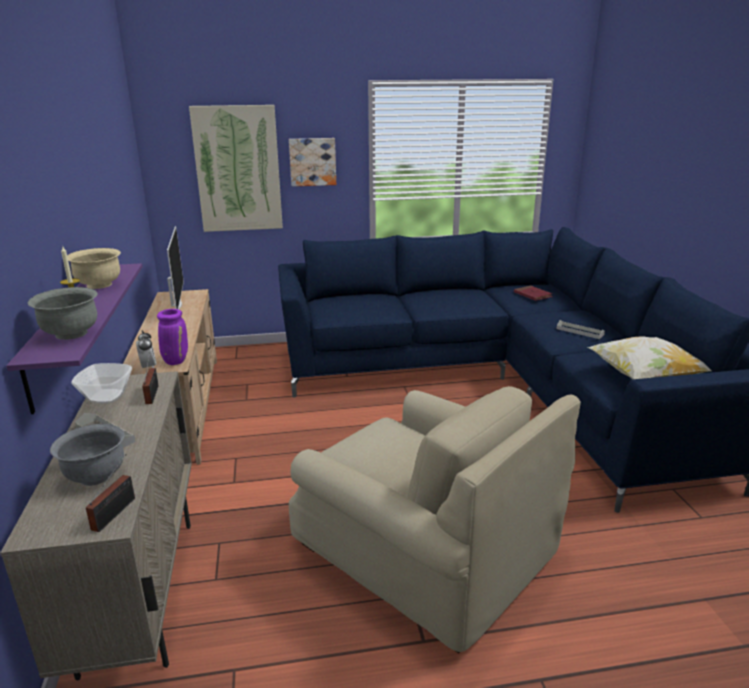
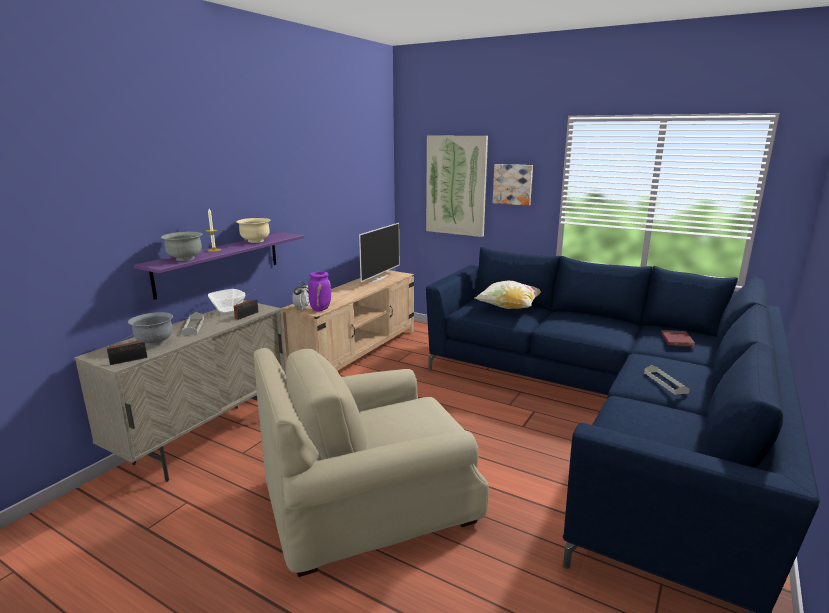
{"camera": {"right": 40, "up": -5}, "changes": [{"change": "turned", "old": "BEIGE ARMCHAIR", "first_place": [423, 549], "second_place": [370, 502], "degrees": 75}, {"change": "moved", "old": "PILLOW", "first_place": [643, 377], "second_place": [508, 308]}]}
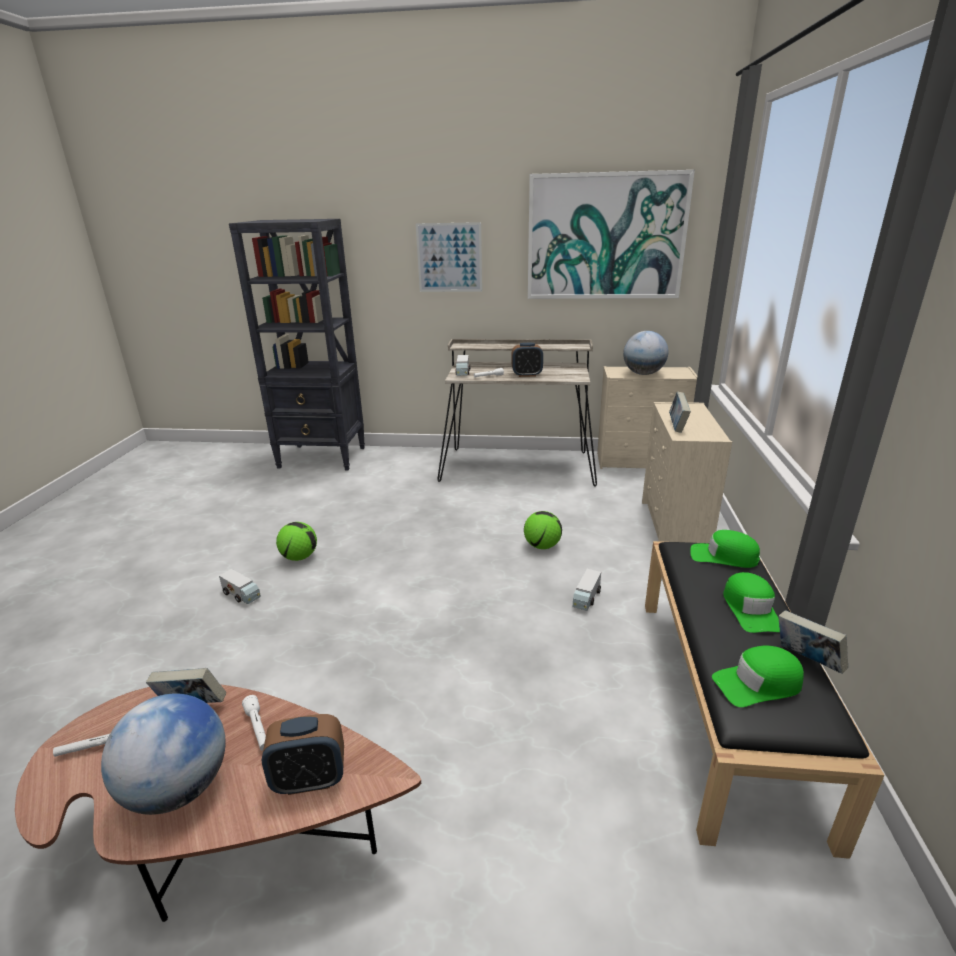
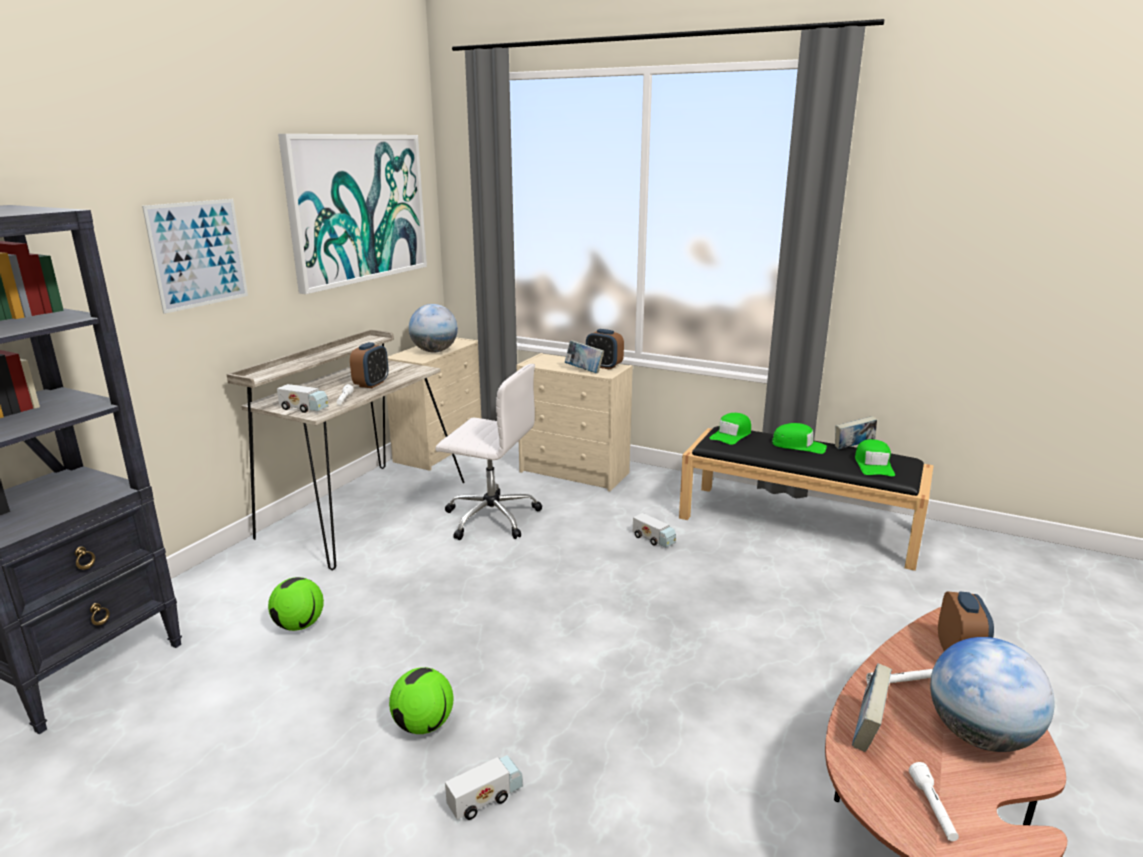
{"camera": {"right": -70, "up": -5}, "changes": [{"change": "moved", "old": "FOOTBALL", "first_place": [542, 546], "second_place": [299, 625]}, {"change": "added", "new": "WHITE OFFICE CHAIR", "second_place": [490, 517]}, {"change": "added", "new": "ALARM CLOCK", "second_place": [604, 366]}]}
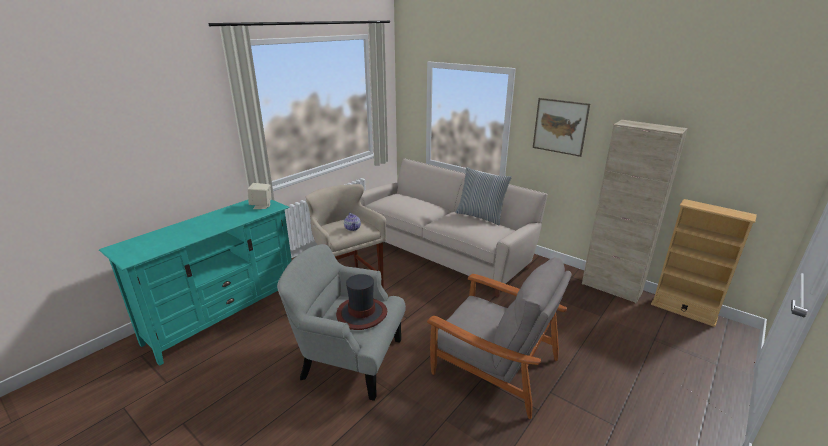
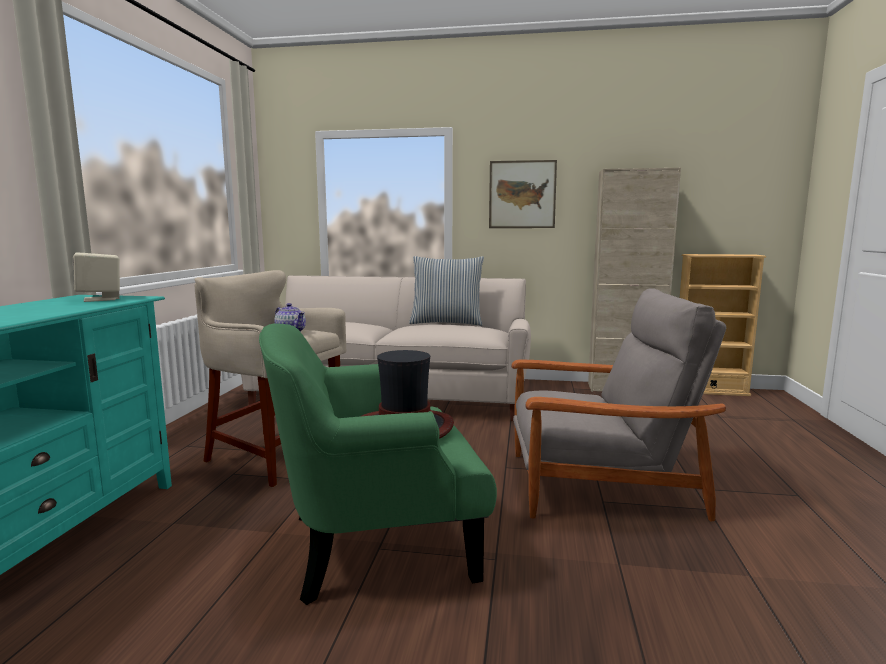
{"camera": {"right": -30, "up": -15}, "changes": [{"change": "recoloured", "old": "GREY ARMCHAIR", "new": "GREEN ARMCHAIR", "first_place": [349, 359], "second_place": [375, 543]}]}
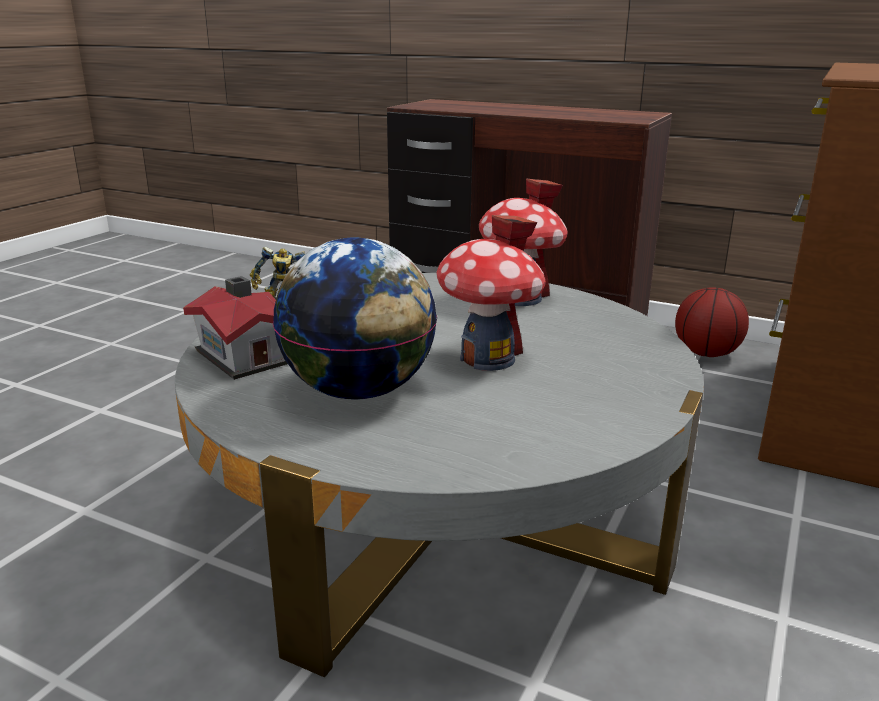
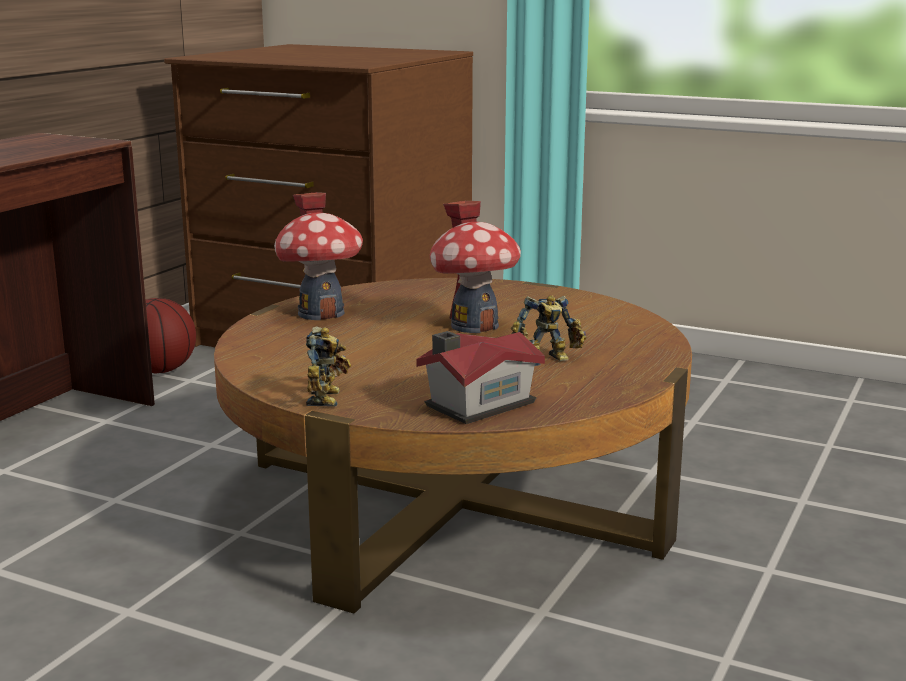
{"camera": {"right": -90, "up": -5}, "changes": [{"change": "recoloured", "old": "GREY COFFEE TABLE", "new": "BROWN COFFEE TABLE", "first_place": [438, 510], "second_place": [452, 501]}, {"change": "replaced", "old": "GLOBE", "new": "TOY ROBOT", "first_place": [358, 391], "second_place": [548, 360]}]}
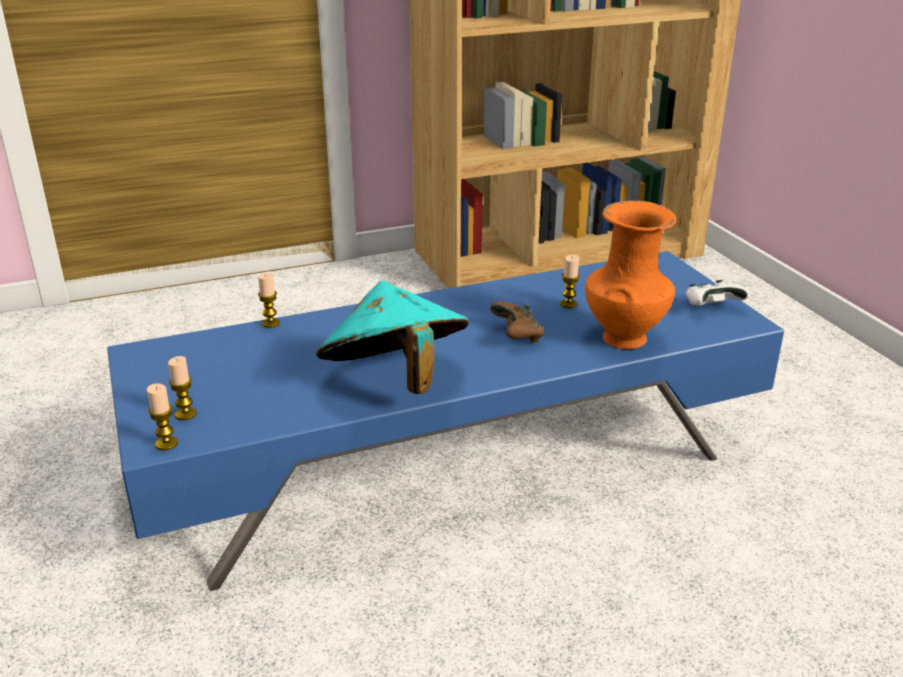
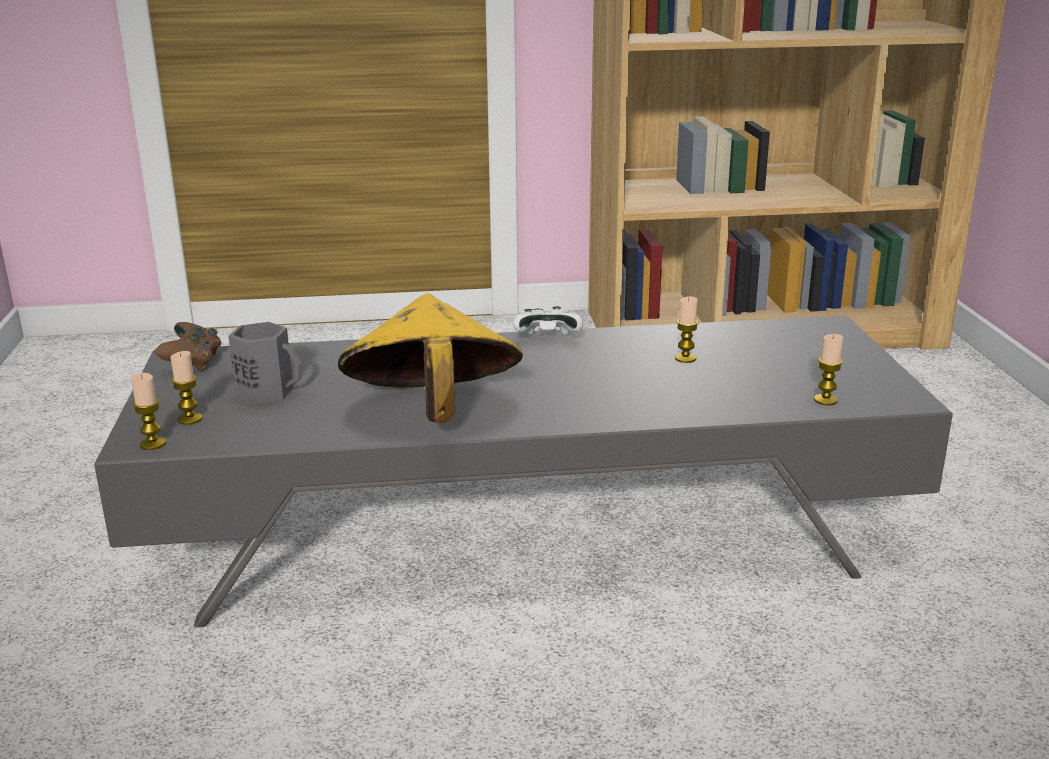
{"camera": {"right": 15, "up": -5}, "changes": [{"change": "recoloured", "old": "BLUE COFFEE TABLE", "new": "GREY COFFEE TABLE", "first_place": [452, 457], "second_place": [527, 531]}, {"change": "moved", "old": "BROWN GAME CONTROLLER", "first_place": [517, 336], "second_place": [193, 362]}, {"change": "added", "new": "GREY MUG", "second_place": [268, 391]}, {"change": "recoloured", "old": "TURQUOISE HAT", "new": "YELLOW HAT", "first_place": [394, 381], "second_place": [432, 413]}, {"change": "moved", "old": "WHITE GAME CONTROLLER", "first_place": [712, 308], "second_place": [548, 339]}, {"change": "moved", "old": "CANDLE", "first_place": [270, 323], "second_place": [825, 400]}, {"change": "removed", "old": "ORANGE VASE", "first_place": [624, 337]}]}
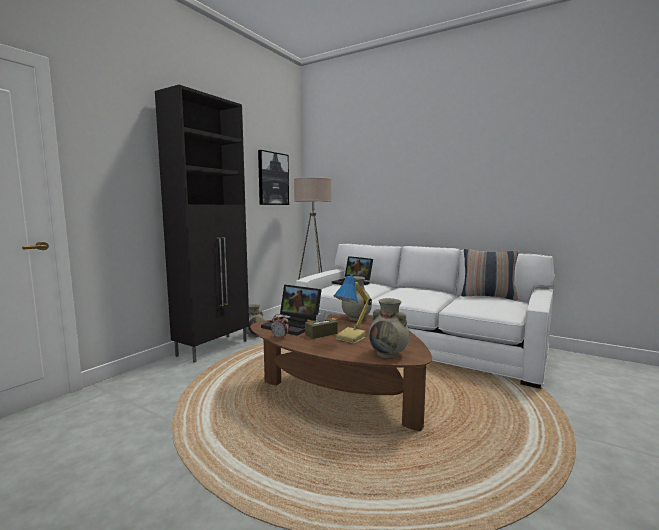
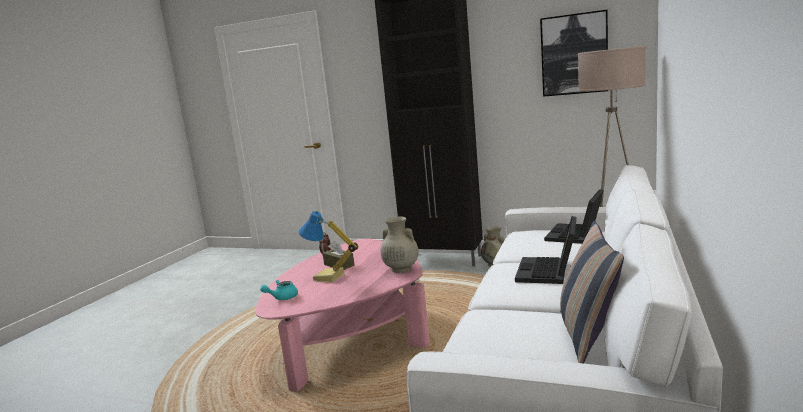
{"camera": {"right": 80, "up": 5}, "changes": [{"change": "recoloured", "old": "BROWN COFFEE TABLE", "new": "PINK COFFEE TABLE", "first_place": [340, 398], "second_place": [353, 339]}, {"change": "replaced", "old": "BEIGE VASE", "new": "TURQUOISE TEAPOT", "first_place": [388, 354], "second_place": [282, 298]}, {"change": "moved", "old": "LAPTOP", "first_place": [293, 325], "second_place": [549, 272]}]}
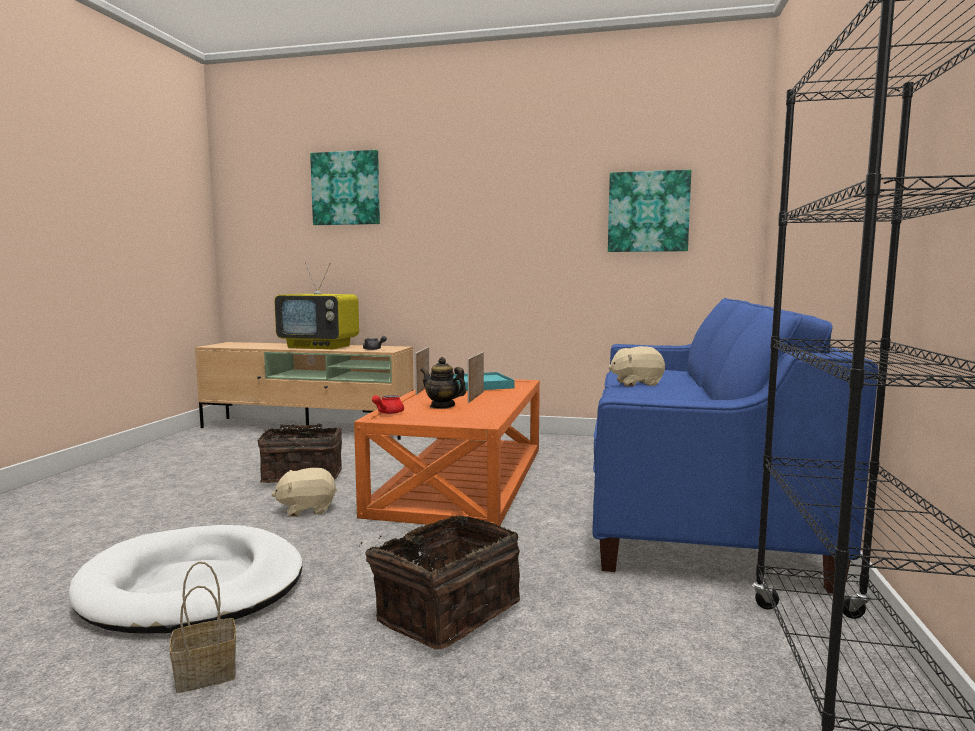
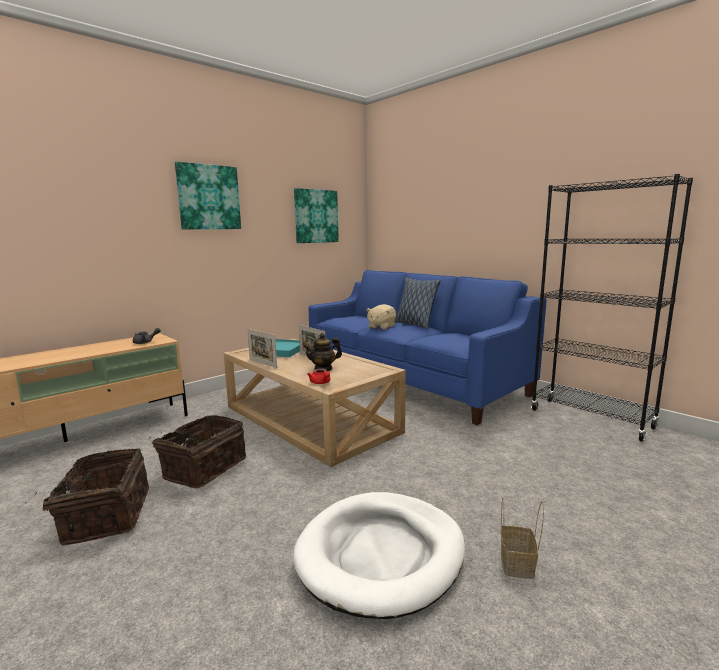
{"camera": {"right": -55, "up": 5}, "changes": [{"change": "moved", "old": "BASKET", "first_place": [445, 611], "second_place": [104, 516]}, {"change": "moved", "old": "PICTURE", "first_place": [346, 188], "second_place": [208, 197]}, {"change": "recoloured", "old": "ORANGE COFFEE TABLE", "new": "BEIGE COFFEE TABLE", "first_place": [464, 479], "second_place": [310, 418]}, {"change": "added", "new": "PILLOW", "second_place": [415, 324]}, {"change": "removed", "old": "BEIGE PLUSH TOY", "first_place": [307, 509]}, {"change": "removed", "old": "TELEVISION", "first_place": [320, 347]}]}
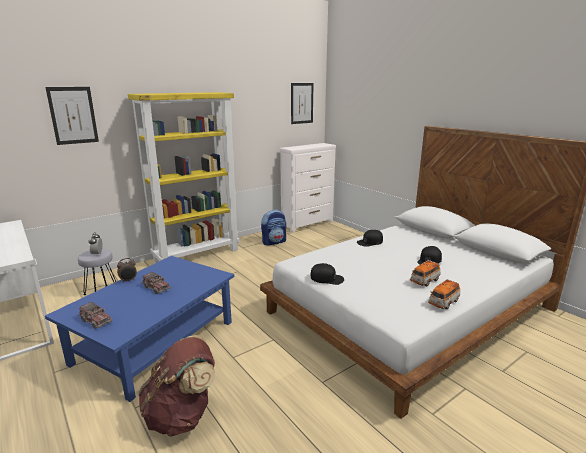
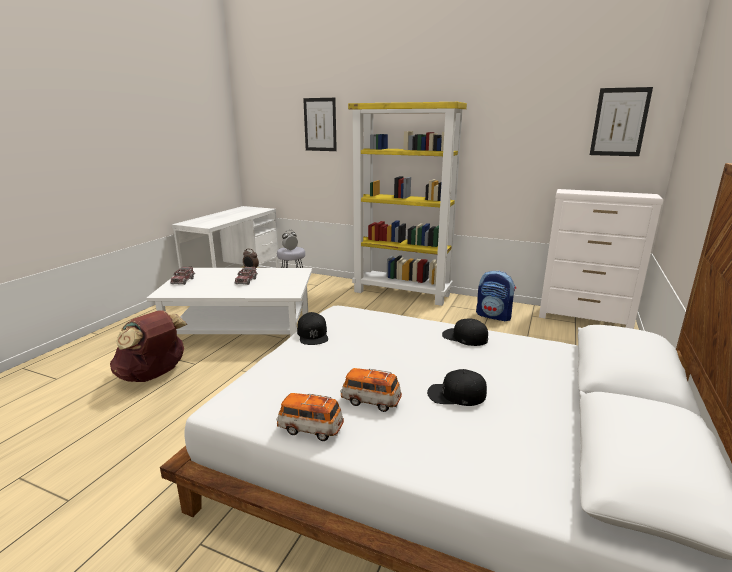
{"camera": {"right": 60, "up": 0}, "changes": [{"change": "recoloured", "old": "BLUE COFFEE TABLE", "new": "WHITE COFFEE TABLE", "first_place": [155, 342], "second_place": [242, 330]}]}
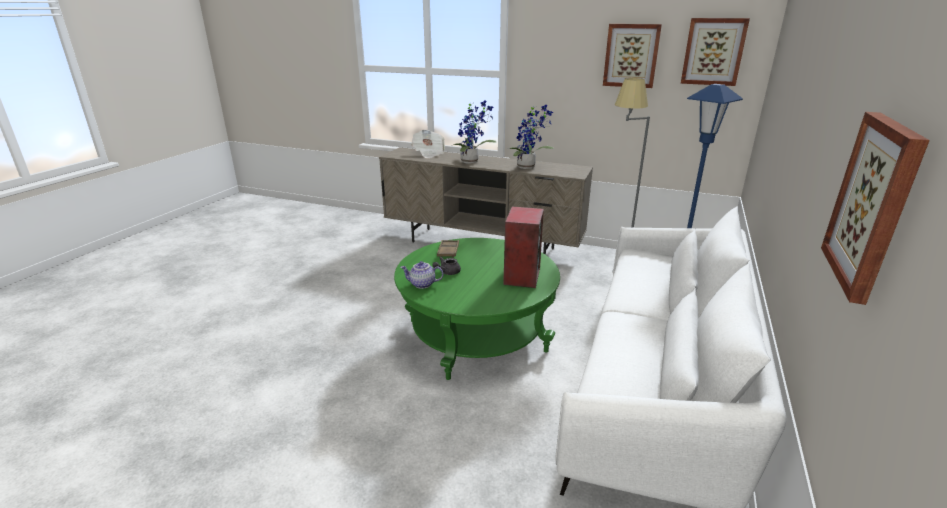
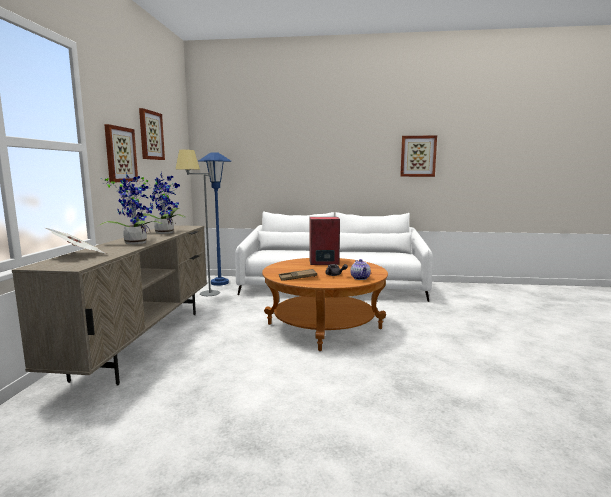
{"camera": {"right": -105, "up": -15}, "changes": [{"change": "moved", "old": "PICTURE", "first_place": [713, 51], "second_place": [120, 154]}, {"change": "recoloured", "old": "GREEN COFFEE TABLE", "new": "BROWN COFFEE TABLE", "first_place": [477, 336], "second_place": [324, 326]}]}
